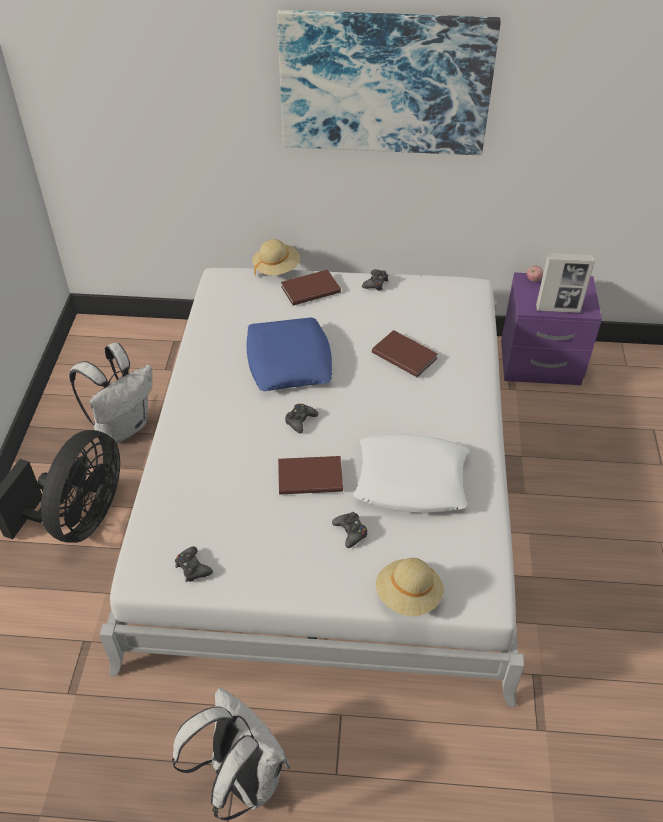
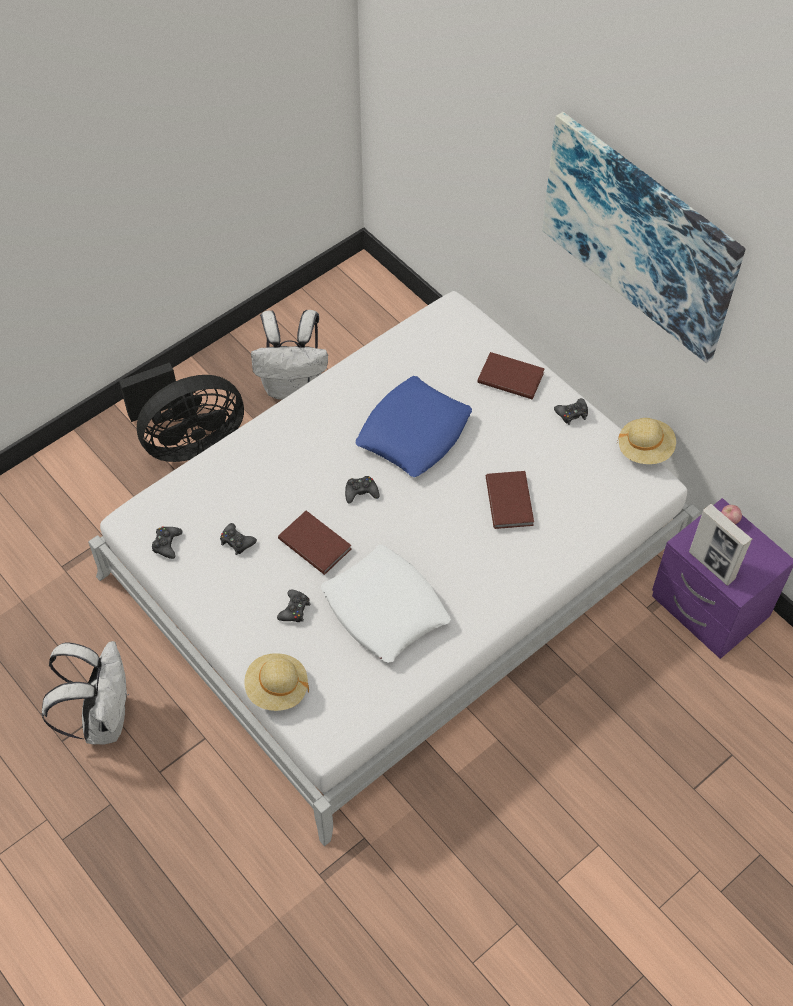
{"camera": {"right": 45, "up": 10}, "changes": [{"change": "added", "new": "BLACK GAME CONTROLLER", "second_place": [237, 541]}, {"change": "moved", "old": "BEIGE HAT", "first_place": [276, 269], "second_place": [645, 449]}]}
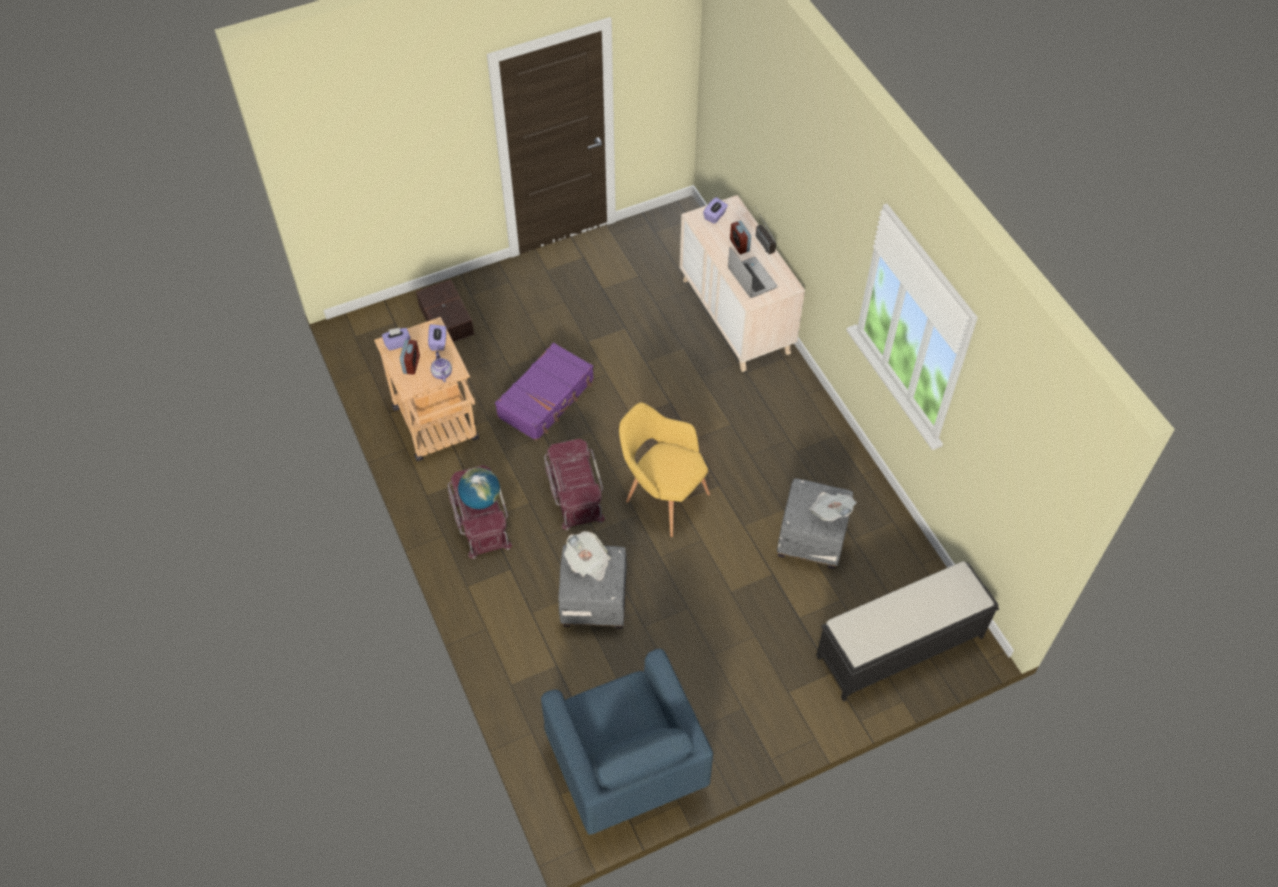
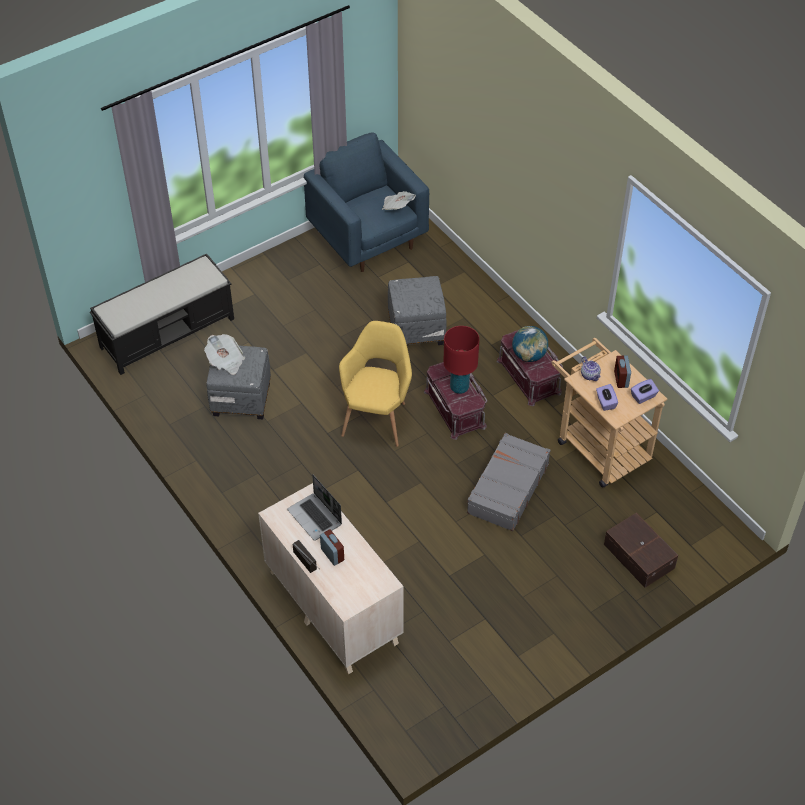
{"camera": {"right": 170, "up": -5}, "changes": [{"change": "turned", "old": "YELLOW ARMCHAIR", "first_place": [662, 496], "second_place": [377, 416], "degrees": -105}, {"change": "moved", "old": "NEWSPAPER", "first_place": [588, 562], "second_place": [398, 206]}, {"change": "added", "new": "RED TABLE LAMP", "second_place": [459, 387]}, {"change": "recoloured", "old": "PURPLE SUITCASE", "new": "GREY SUITCASE", "first_place": [546, 399], "second_place": [507, 488]}, {"change": "removed", "old": "PURPLE TISSUE BOX", "first_place": [715, 216]}]}
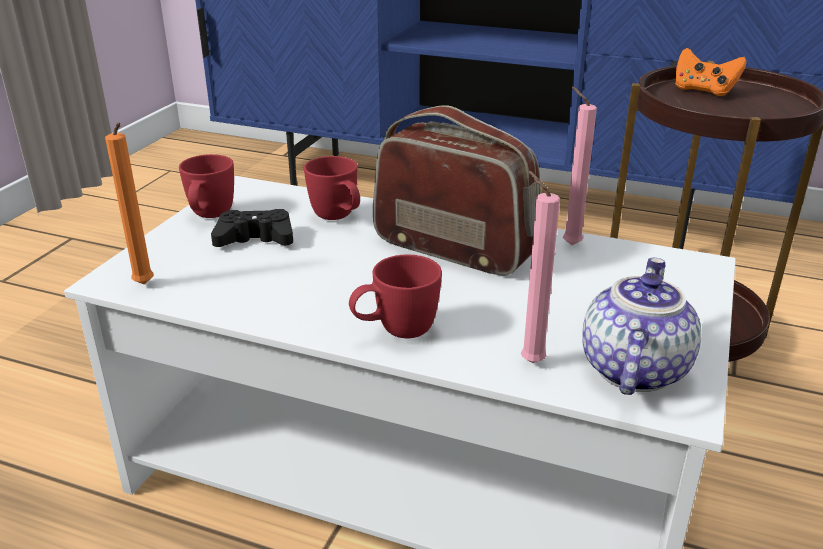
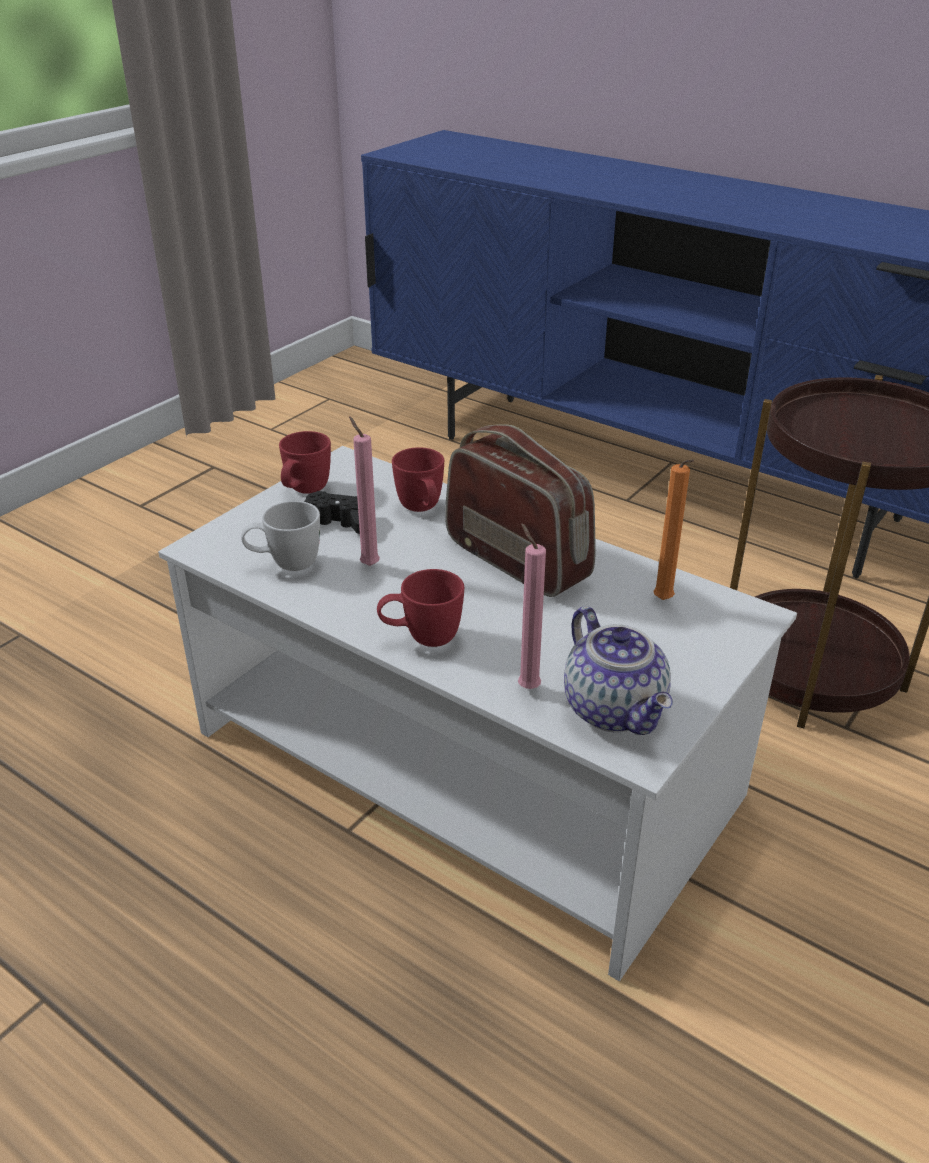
{"camera": {"right": 15, "up": 5}, "changes": [{"change": "added", "new": "WHITE MUG", "second_place": [285, 564]}, {"change": "moved", "old": "PINK CANDLE", "first_place": [568, 244], "second_place": [368, 564]}, {"change": "turned", "old": "TEAPOT", "first_place": [631, 368], "second_place": [616, 710], "degrees": 120}, {"change": "moved", "old": "ORANGE CANDLE", "first_place": [145, 286], "second_place": [664, 602]}, {"change": "removed", "old": "ORANGE GAME CONTROLLER", "first_place": [703, 90]}]}
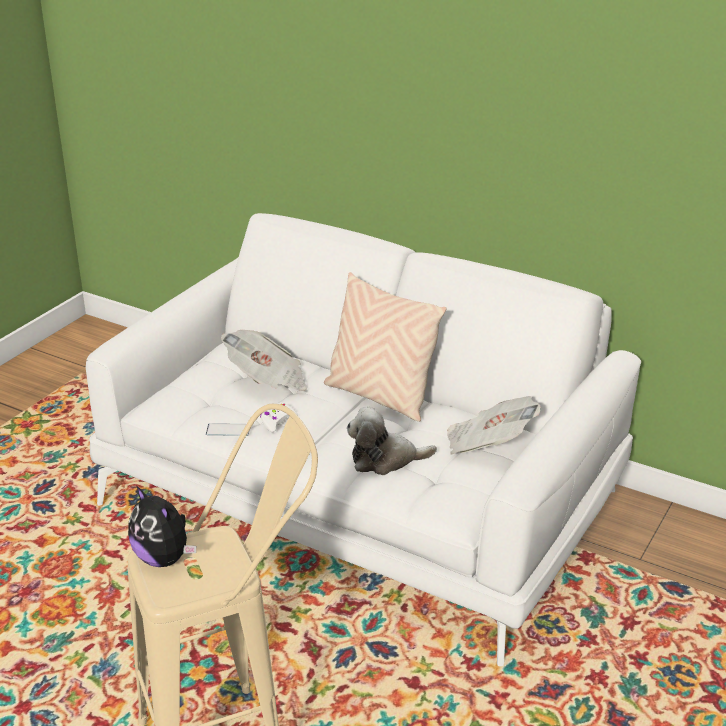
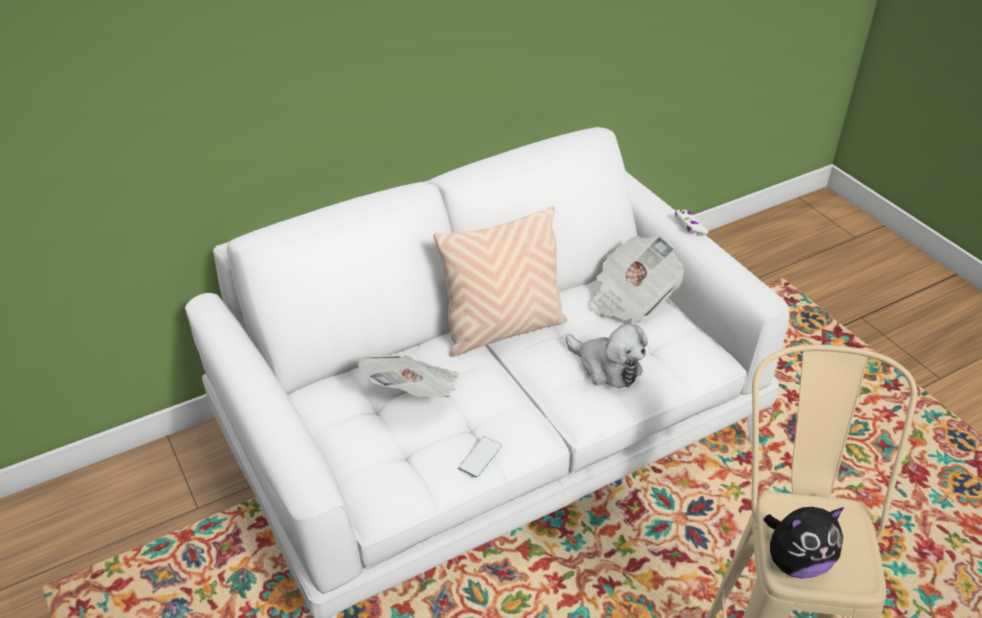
{"camera": {"right": -60, "up": 10}, "changes": [{"change": "turned", "old": "PLUSH TOY", "first_place": [385, 459], "second_place": [607, 367], "degrees": -75}, {"change": "moved", "old": "WHITE GAME CONTROLLER", "first_place": [277, 421], "second_place": [689, 226]}]}
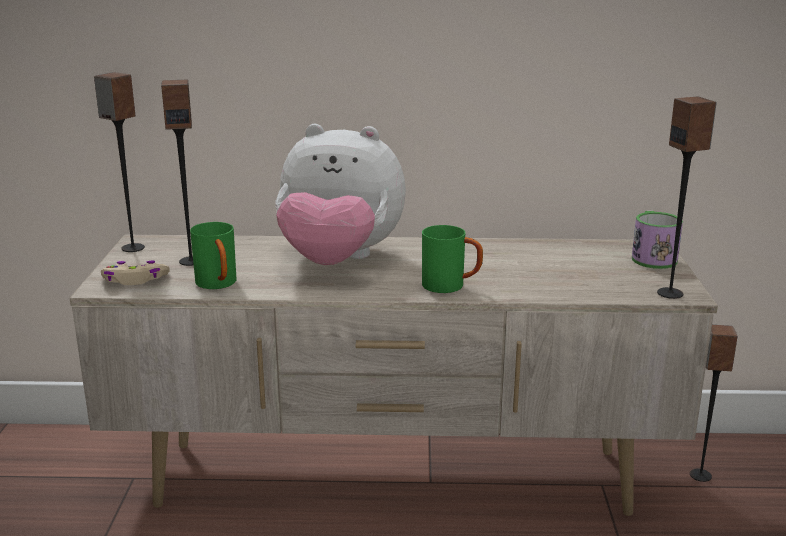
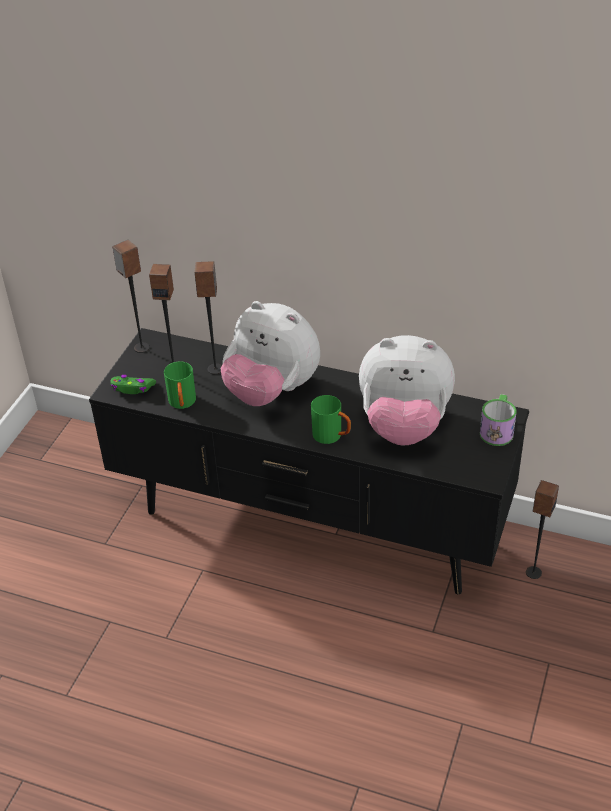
{"camera": {"right": 20, "up": 20}, "changes": [{"change": "recoloured", "old": "BEIGE TV STAND", "new": "BLACK TV STAND", "first_place": [392, 480], "second_place": [310, 526]}, {"change": "recoloured", "old": "BEIGE GAME CONTROLLER", "new": "GREEN GAME CONTROLLER", "first_place": [135, 280], "second_place": [132, 388]}, {"change": "moved", "old": "SPEAKER", "first_place": [670, 293], "second_place": [215, 369]}, {"change": "added", "new": "PLUSH TOY", "second_place": [404, 426]}]}
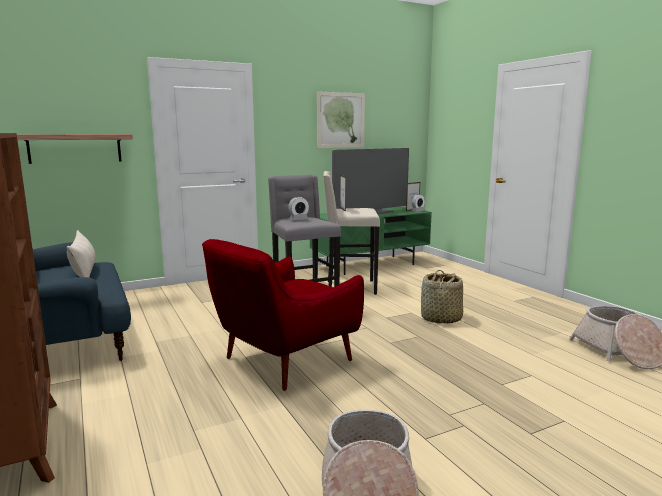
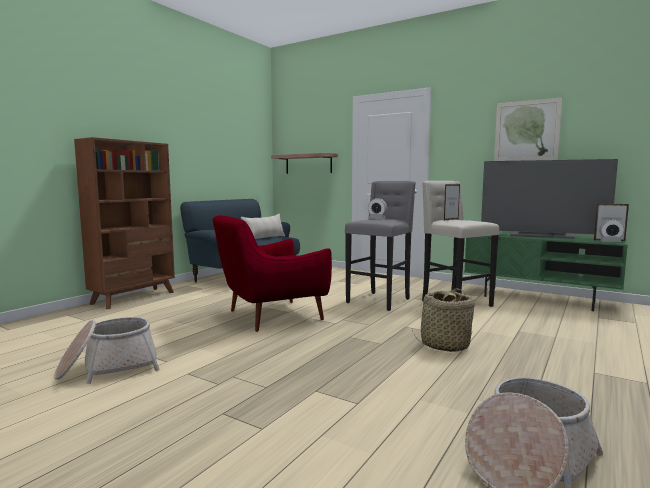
{"camera": {"right": 60, "up": -5}, "changes": [{"change": "turned", "old": "RED ARMCHAIR", "first_place": [283, 361], "second_place": [270, 316], "degrees": -45}]}
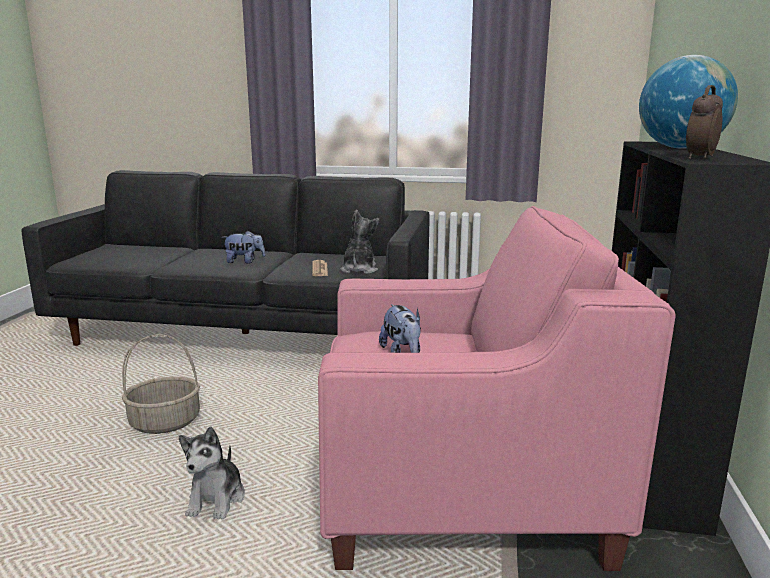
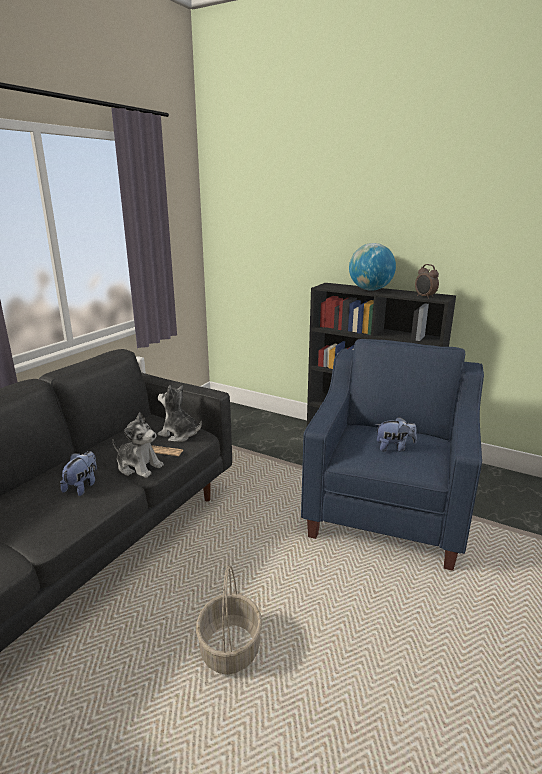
{"camera": {"right": -70, "up": 5}, "changes": [{"change": "moved", "old": "PLUSH TOY", "first_place": [216, 499], "second_place": [139, 466]}, {"change": "recoloured", "old": "PINK ARMCHAIR", "new": "BLUE ARMCHAIR", "first_place": [462, 493], "second_place": [388, 509]}]}
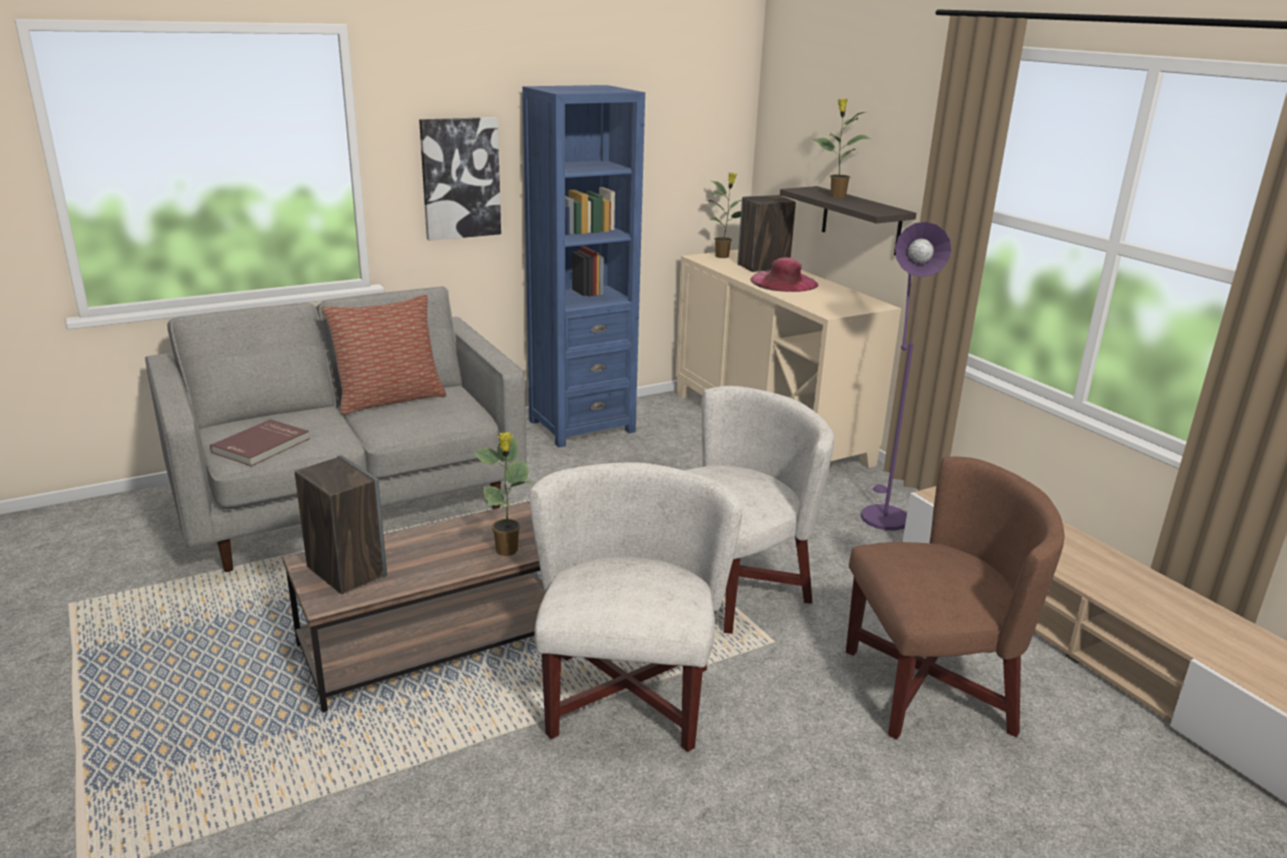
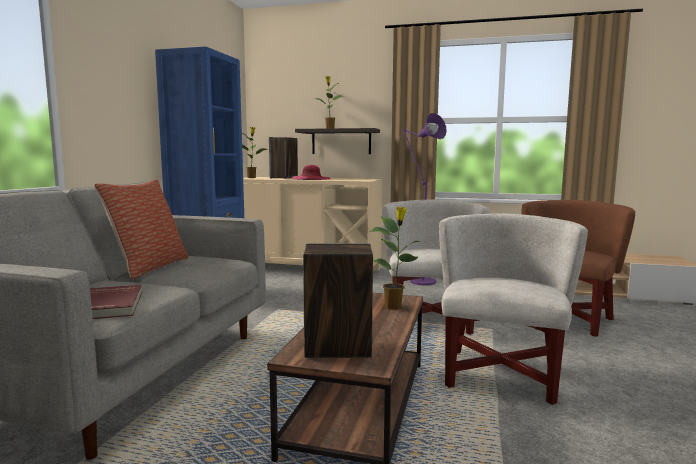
{"camera": {"right": -45, "up": -15}, "changes": [{"change": "turned", "old": "WHITE ARMCHAIR", "first_place": [627, 699], "second_place": [501, 375], "degrees": 60}, {"change": "removed", "old": "PICTURE", "first_place": [460, 178]}]}
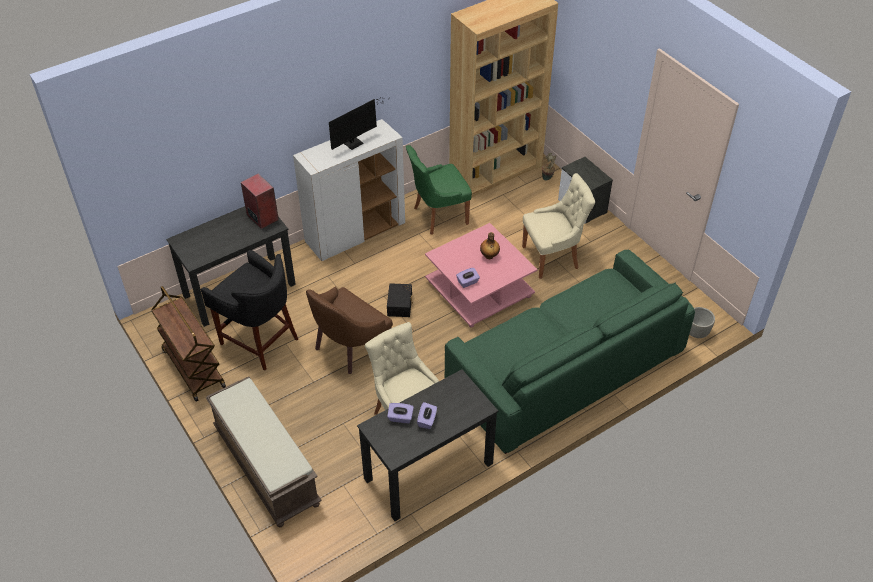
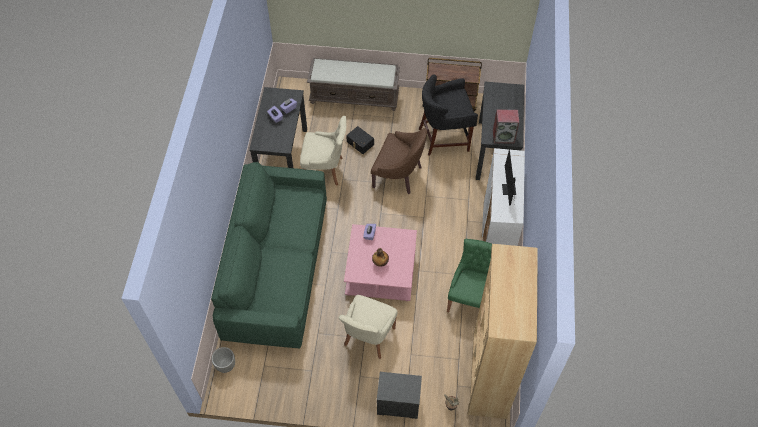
{"camera": {"right": 130, "up": 10}, "changes": [{"change": "moved", "old": "BLACK STORAGE BOX", "first_place": [400, 305], "second_place": [360, 143]}, {"change": "turned", "old": "BROWN ARMCHAIR", "first_place": [349, 347], "second_place": [399, 175], "degrees": 120}]}
